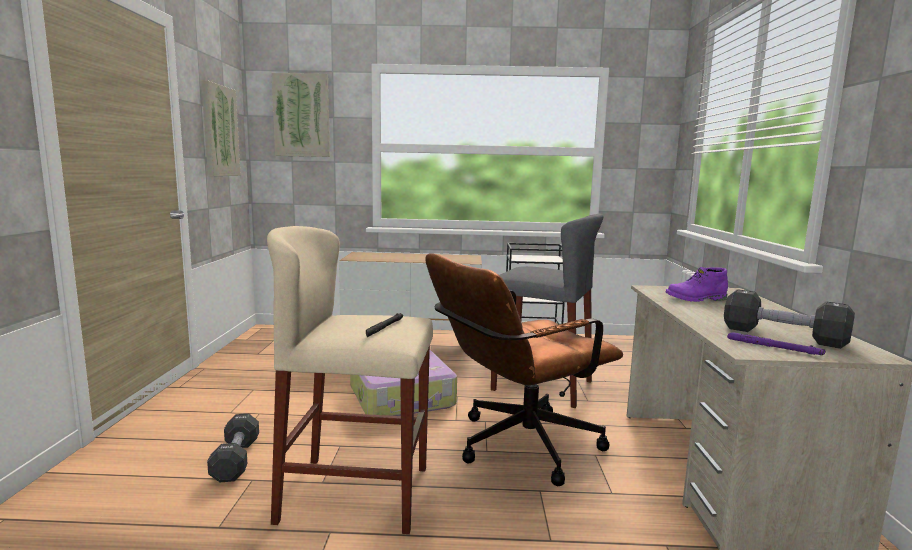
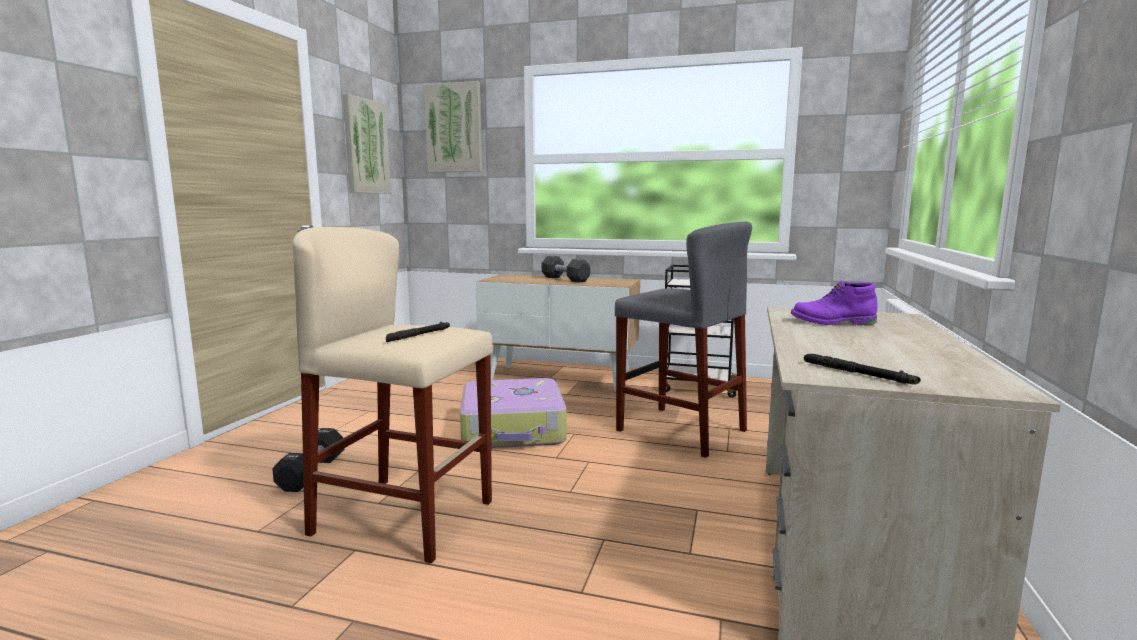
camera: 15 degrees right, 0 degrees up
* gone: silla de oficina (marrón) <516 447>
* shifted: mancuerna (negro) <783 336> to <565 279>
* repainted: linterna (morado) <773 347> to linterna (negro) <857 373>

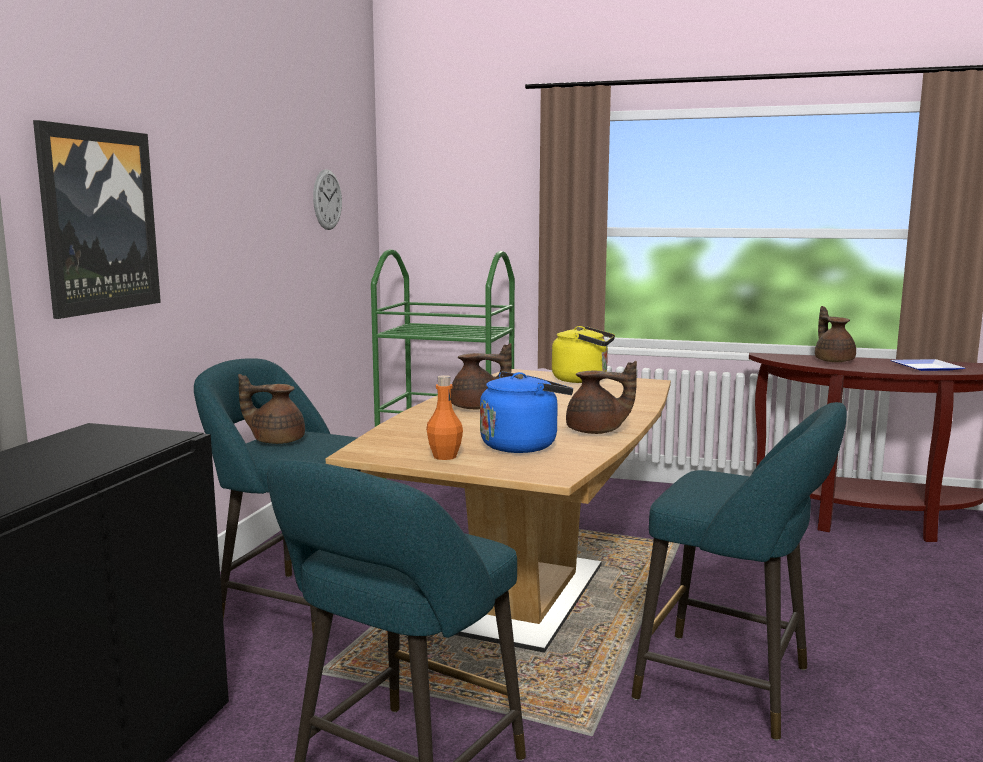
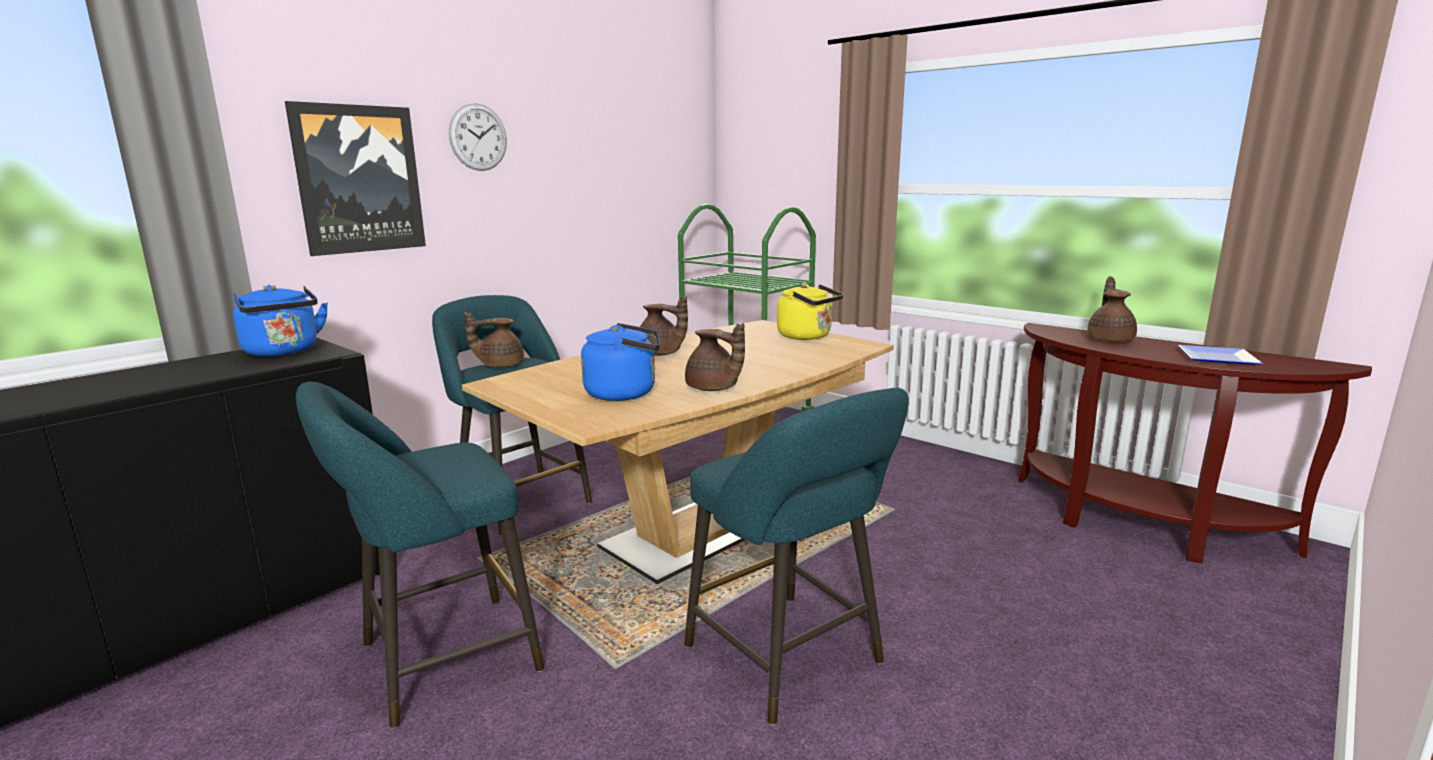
camera: 25 degrees right, 5 degrees up
* shifted: reloj de pared <327 199> to <478 137>
* rotated: tetera (marrón) <276 440> = <500 365> 45 degrees counterclockwise
* gone: botella (naranja) <444 456>
* new: hervidor (azul) <283 352>

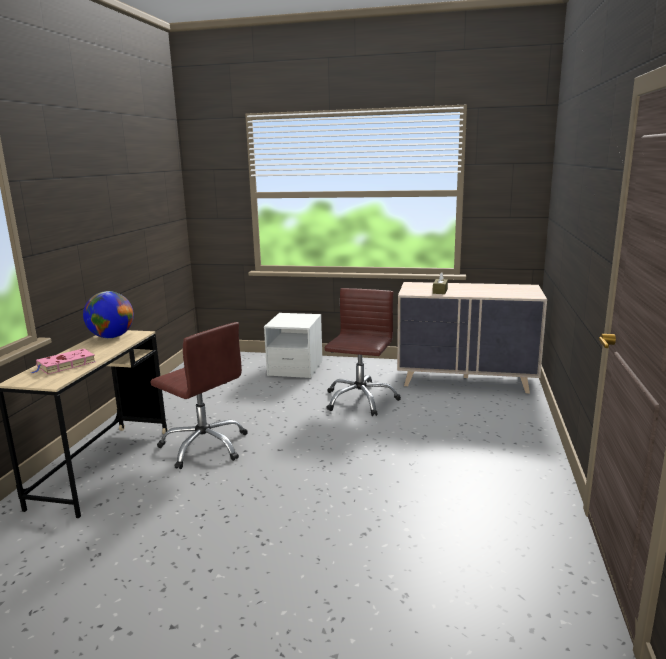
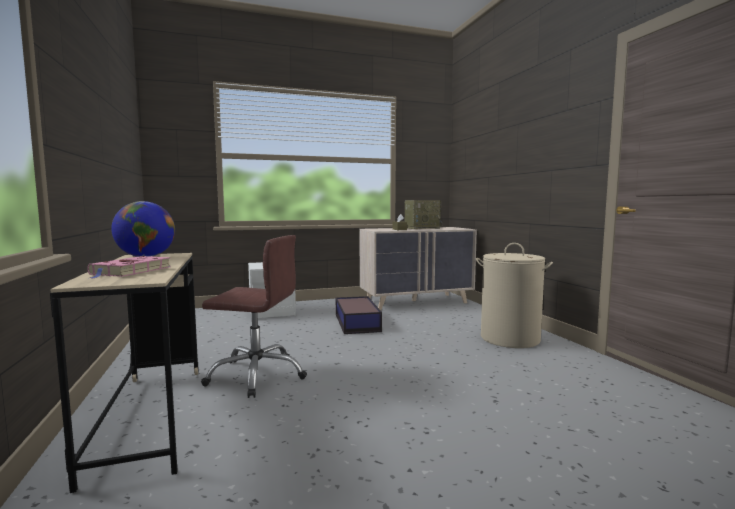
camera: 30 degrees left, 10 degrees down
* swapped: silla de oficina (marrón) <360 400> to caja de almacenaje <357 322>
* new: radio <422 228>
* new: cesto de la ropa (beis) <509 339>

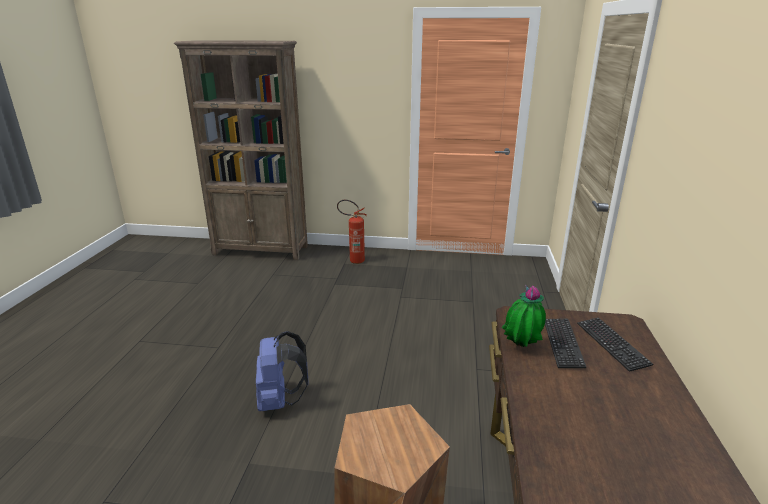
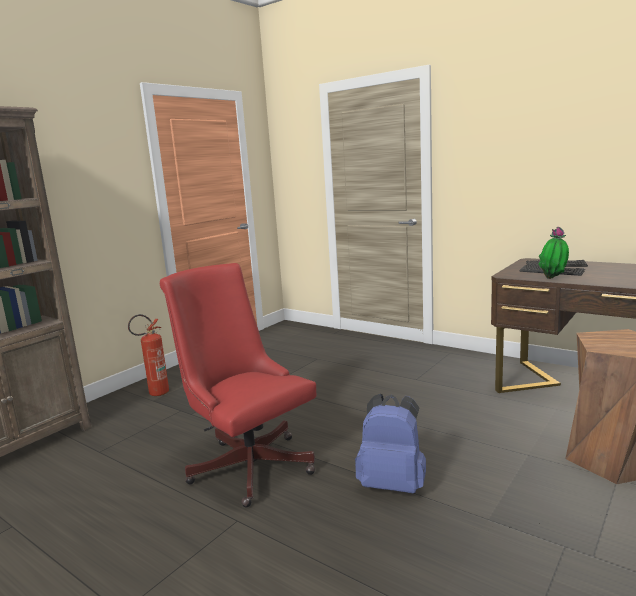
camera: 60 degrees left, 10 degrees down
* new: silla de oficina (rojo) <248 463>

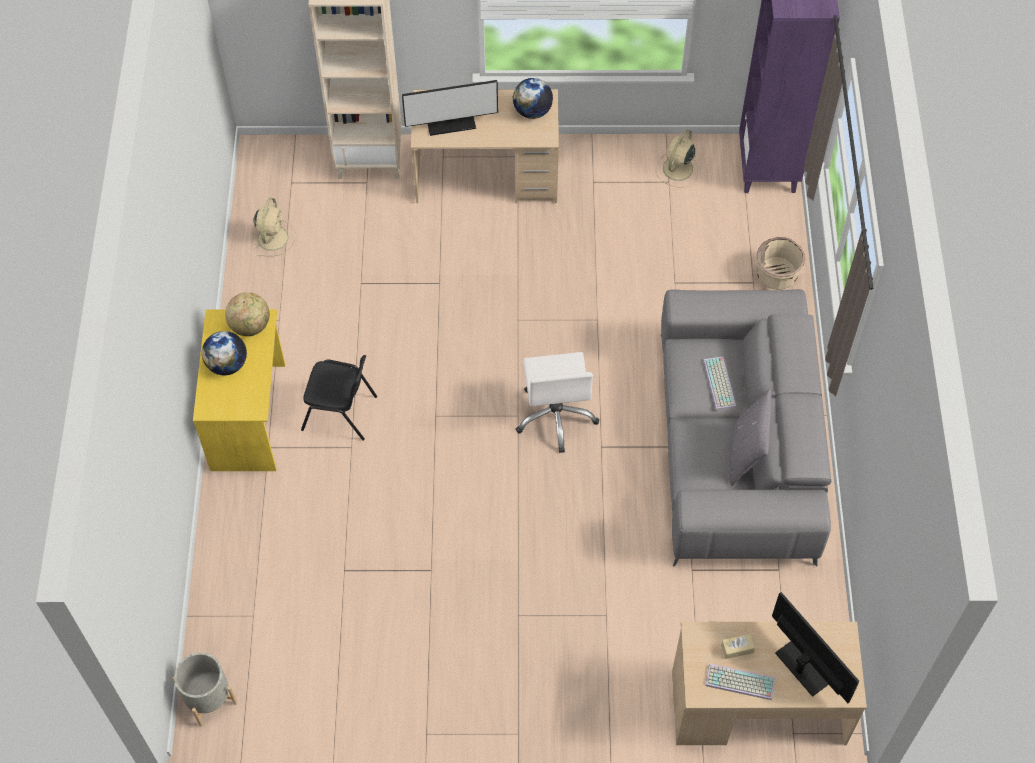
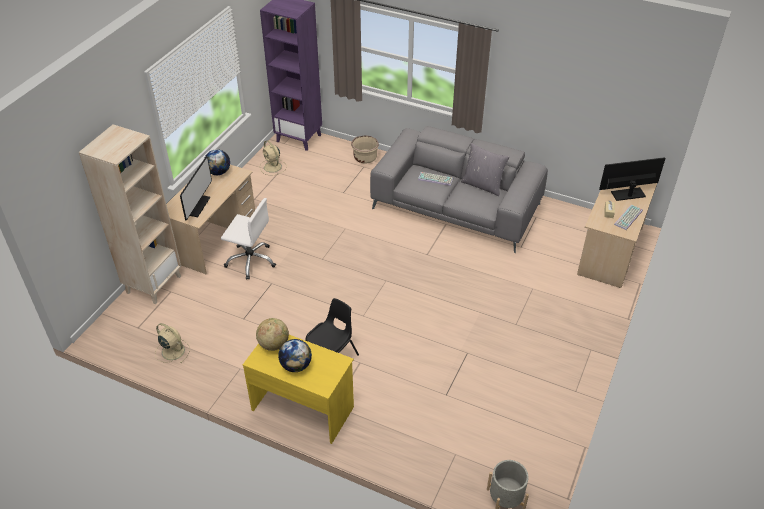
camera: 65 degrees left, 15 degrees down
* shifted: silla de oficina (blanco) <556 416> to <251 260>

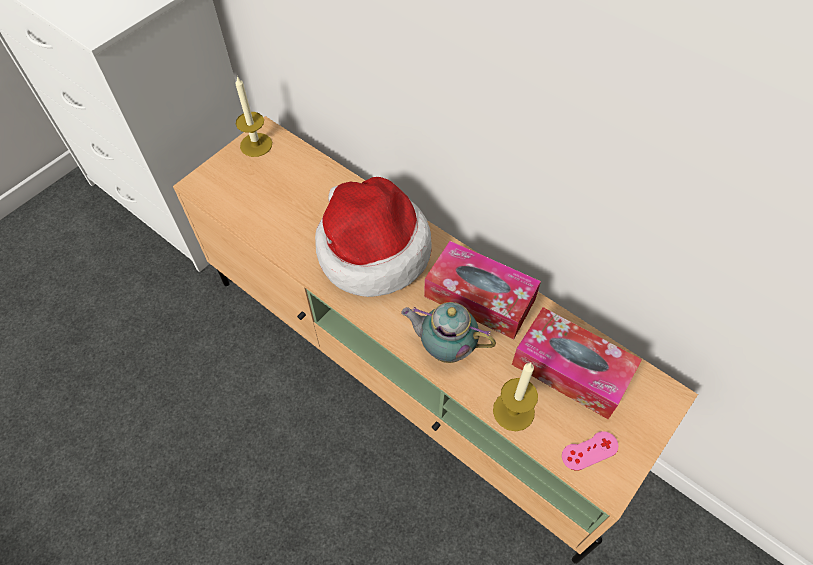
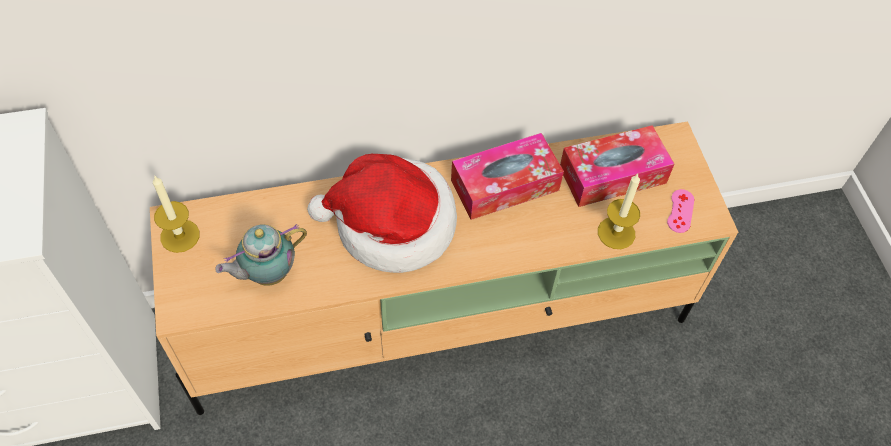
camera: 55 degrees left, 0 degrees up
* shifted: tetera <445 348> to <267 273>

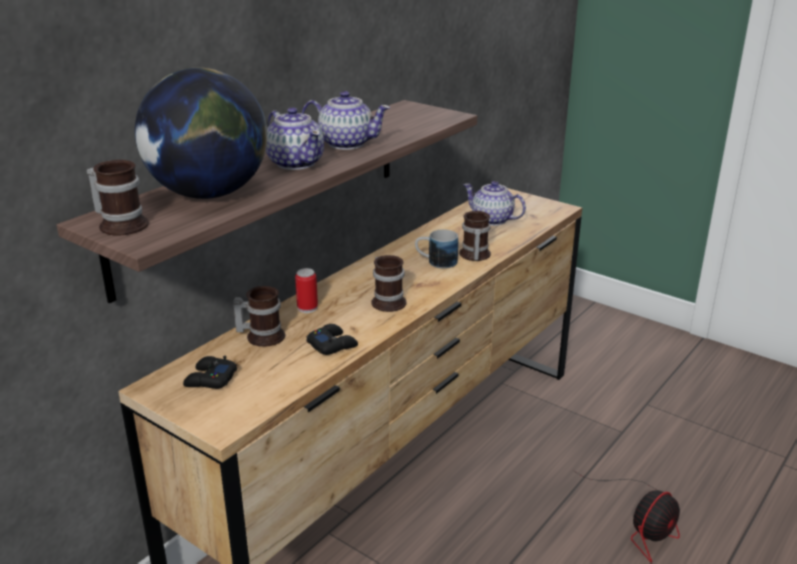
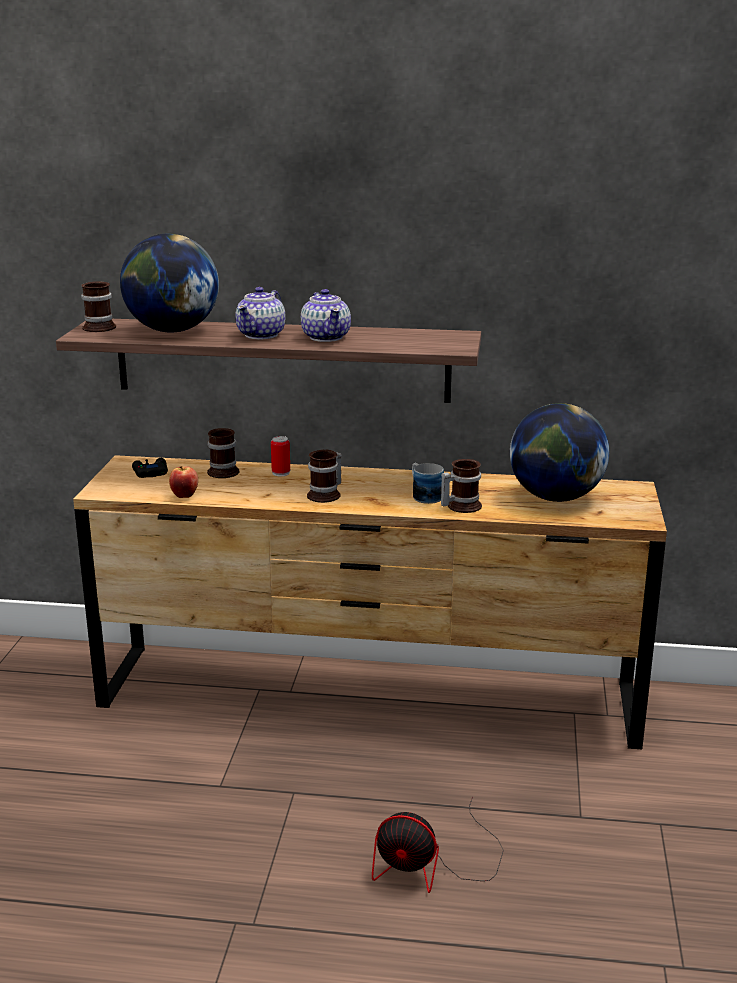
camera: 60 degrees right, 5 degrees down
* swapped: tetera <492 220> to globo terráqueo <555 497>
* gone: mando de consola (negro) <332 345>
* new: manzana <185 495>

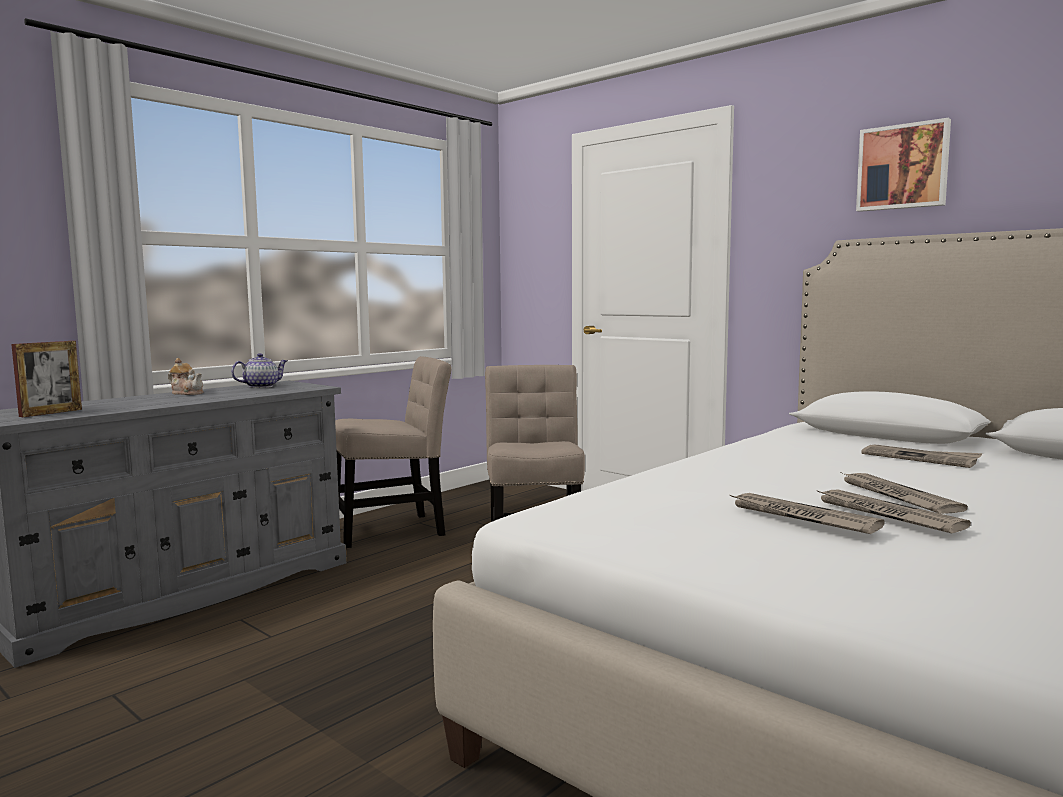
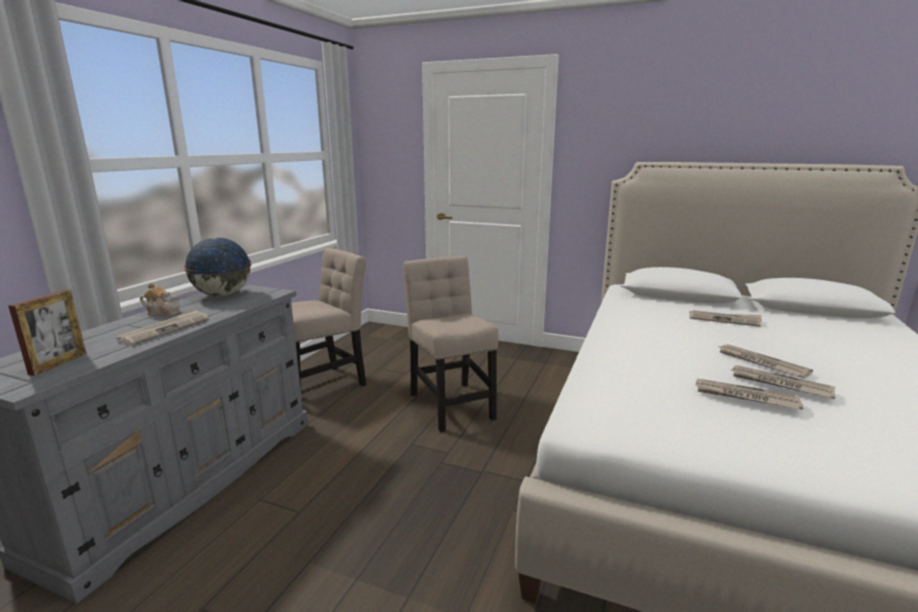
camera: 20 degrees left, 10 degrees up
* gone: cuadro <903 167>
* swapped: tetera <261 386> to globo terráqueo <222 295>
* new: periódico <165 329>

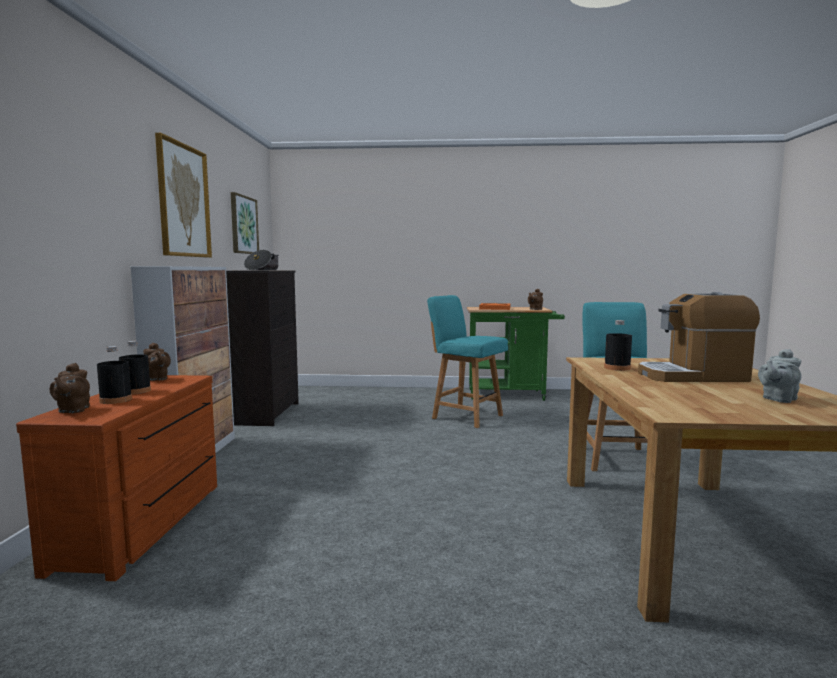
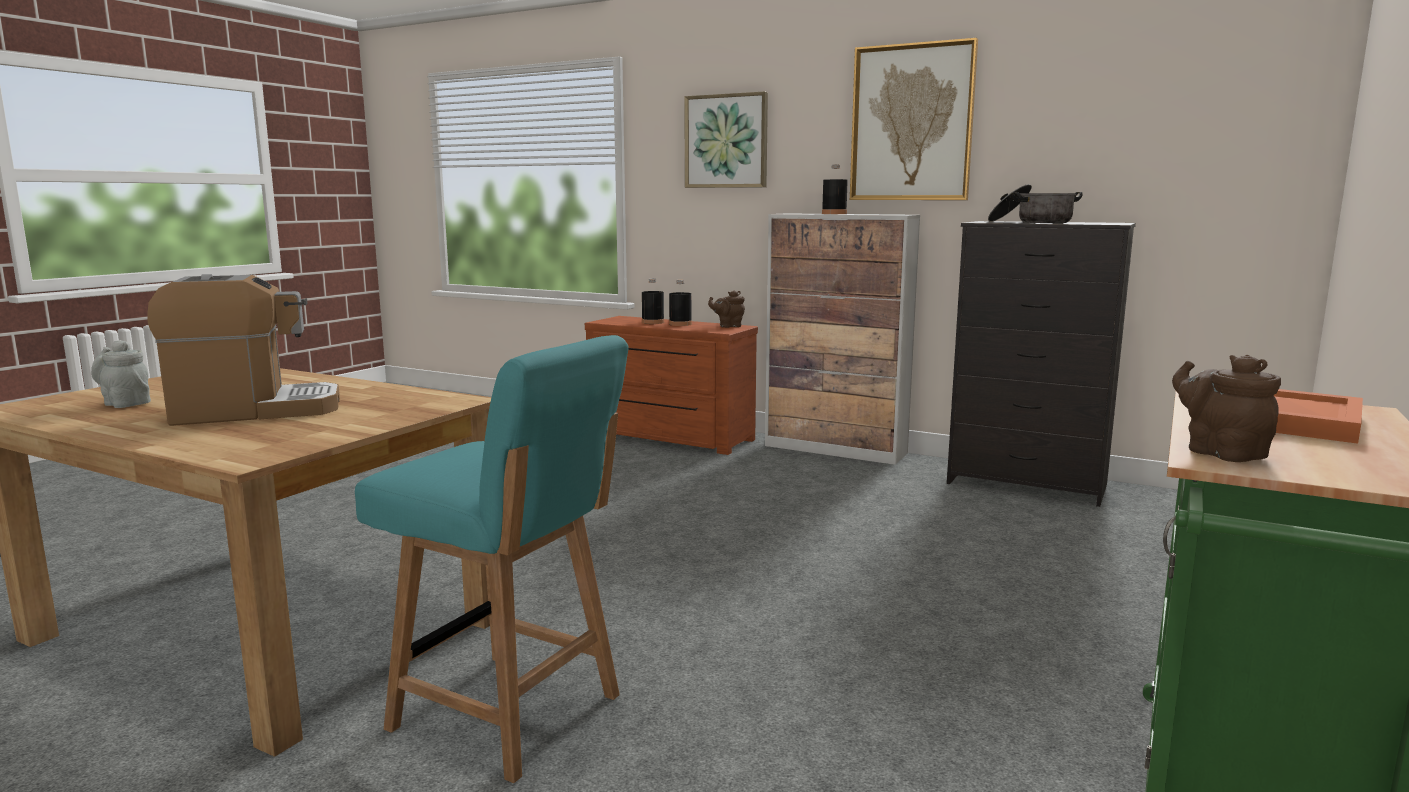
camera: 115 degrees right, 5 degrees up
* shifted: cuadro <243 225> to <726 141>
* rotated: cafetera <692 376> = <255 410> 45 degrees clockwise
* gone: silla (turquesa) <466 416>
* shifted: botella (negro) <617 368> to <834 214>
* rotated: tetera (gris) <778 399> = <125 403> 45 degrees counterclockwise
* gone: tetera (marrón) <73 410>

